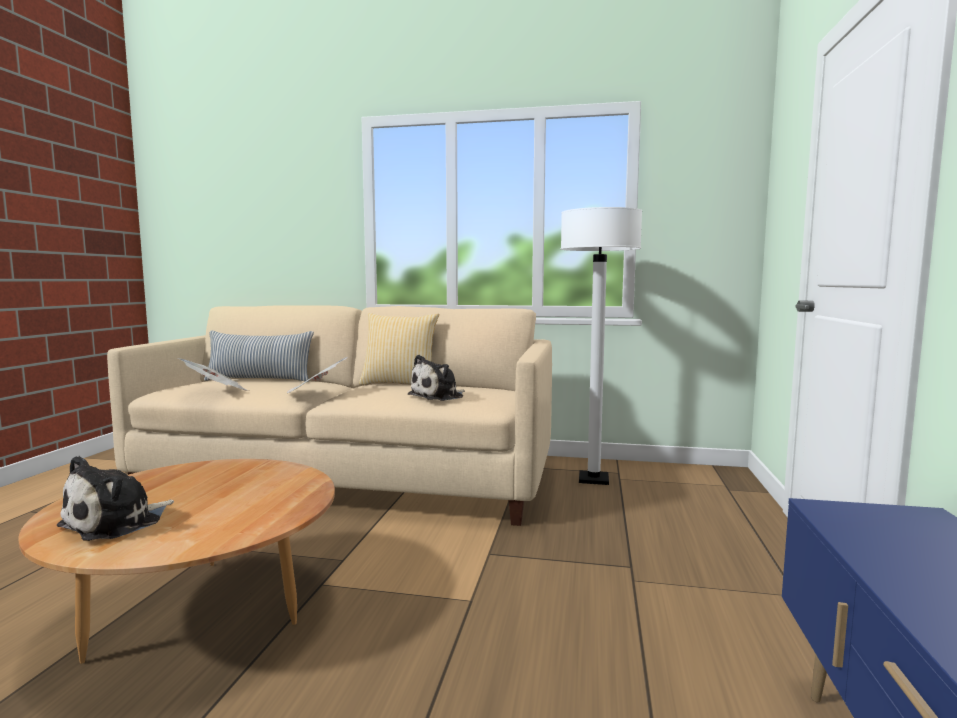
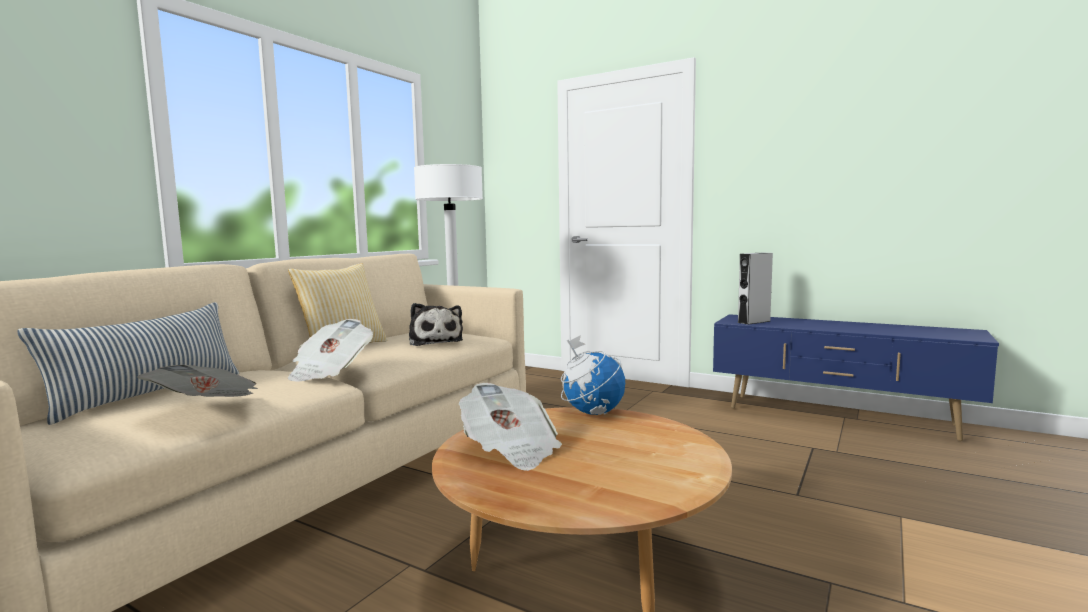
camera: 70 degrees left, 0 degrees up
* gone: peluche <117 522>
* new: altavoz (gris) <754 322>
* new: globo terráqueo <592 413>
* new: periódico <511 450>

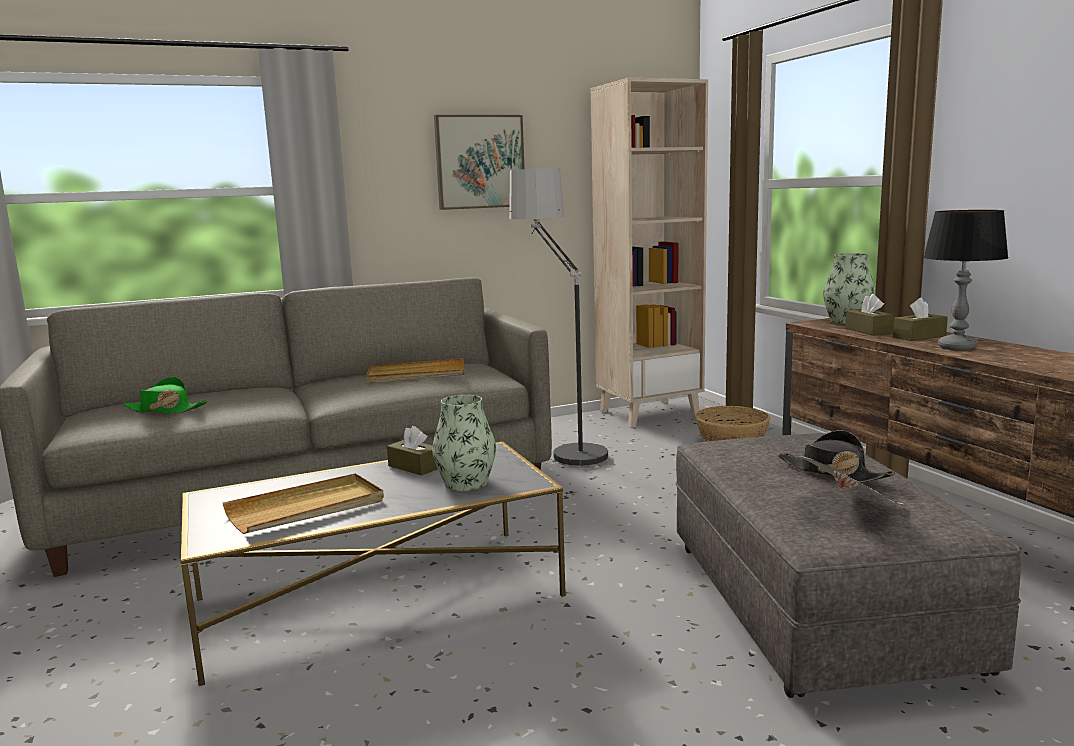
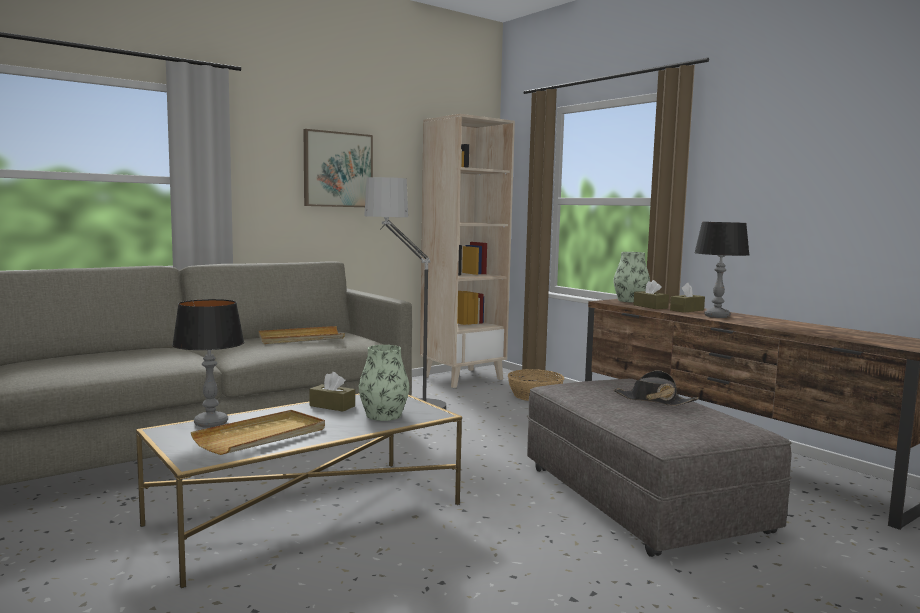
camera: 15 degrees left, 5 degrees down
* gone: sombrero (verde) <165 410>
* gone: periódico <847 507>
* new: lámpara de mesa <210 423>

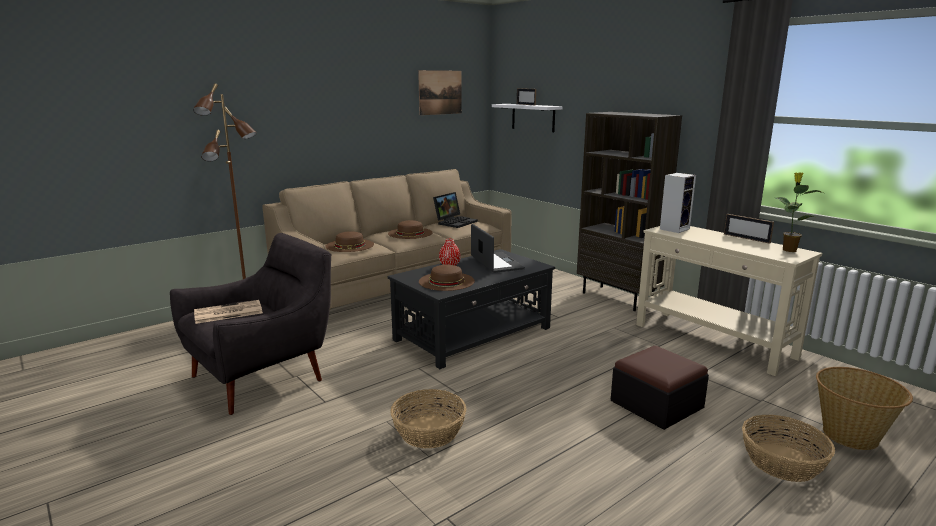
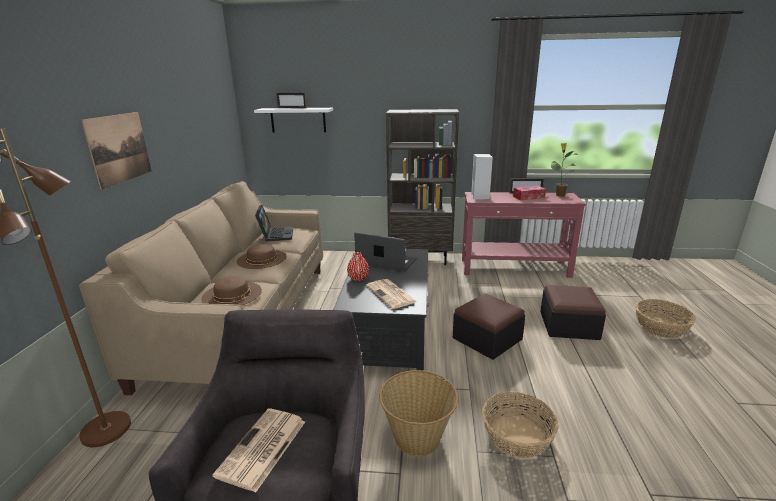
camera: 45 degrees left, 5 degrees up
* shifted: cuadro <440 92> to <119 148>
* repainted: mesa consola (beis) <713 341> to mesa consola (rojo) <515 268>
* swapped: sombrero (marrón) <446 281> to periódico <391 294>
* shifted: cesta <851 435> to <418 437>
* new: caja de pañuelos <528 197>
* new: puf <487 339>

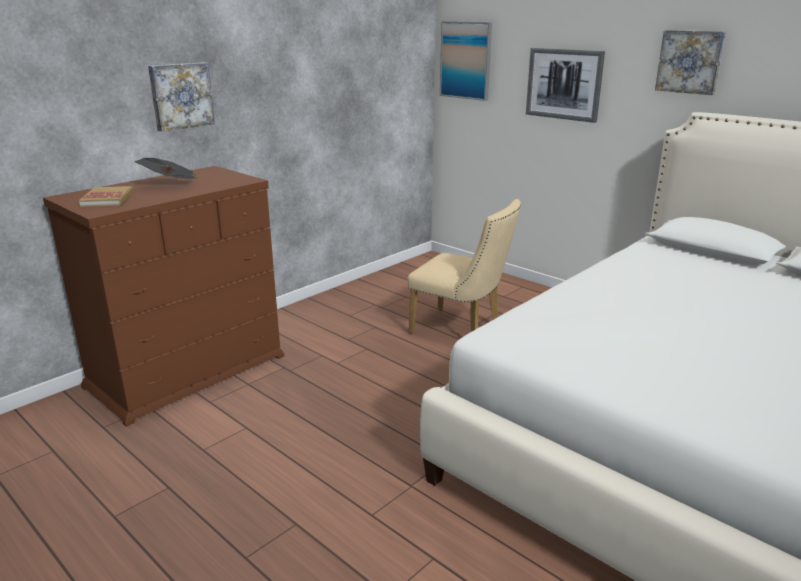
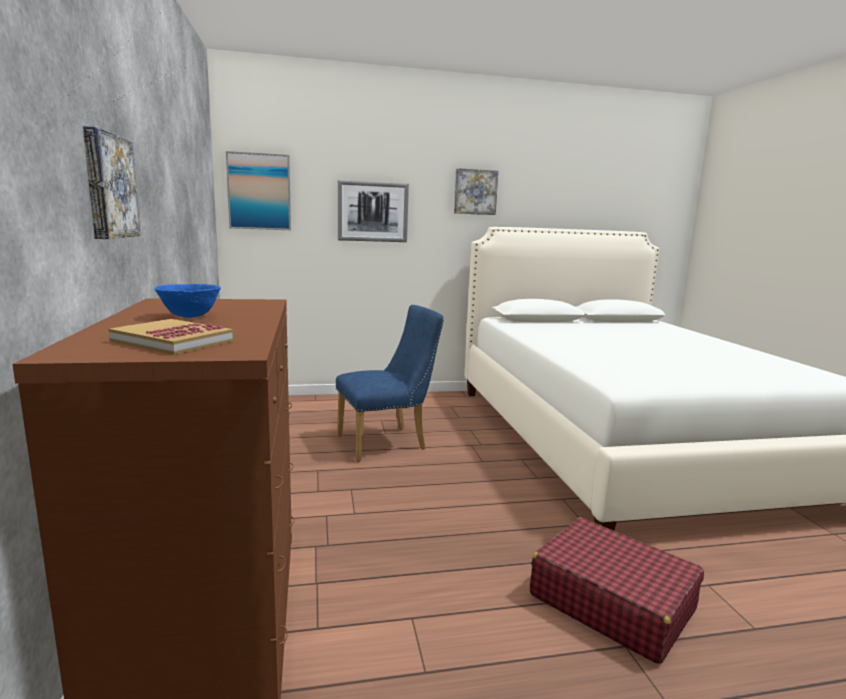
camera: 55 degrees left, 10 degrees down
* swapped: periódico <171 184> to cuenco (azul) <189 316>
* repainted: silla (beis) <462 330> to silla (azul) <388 442>
* new: maleta (rojo) <611 602>

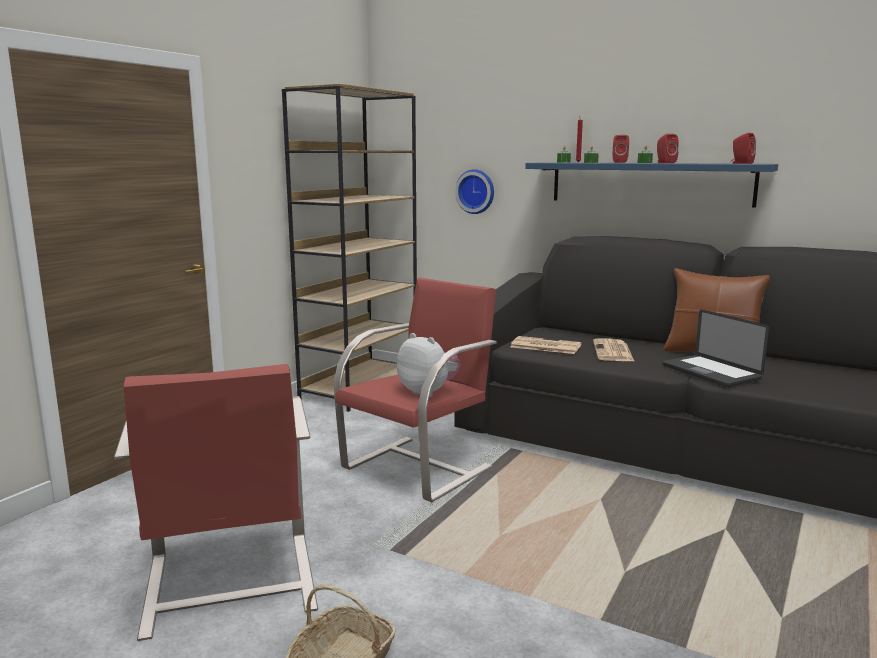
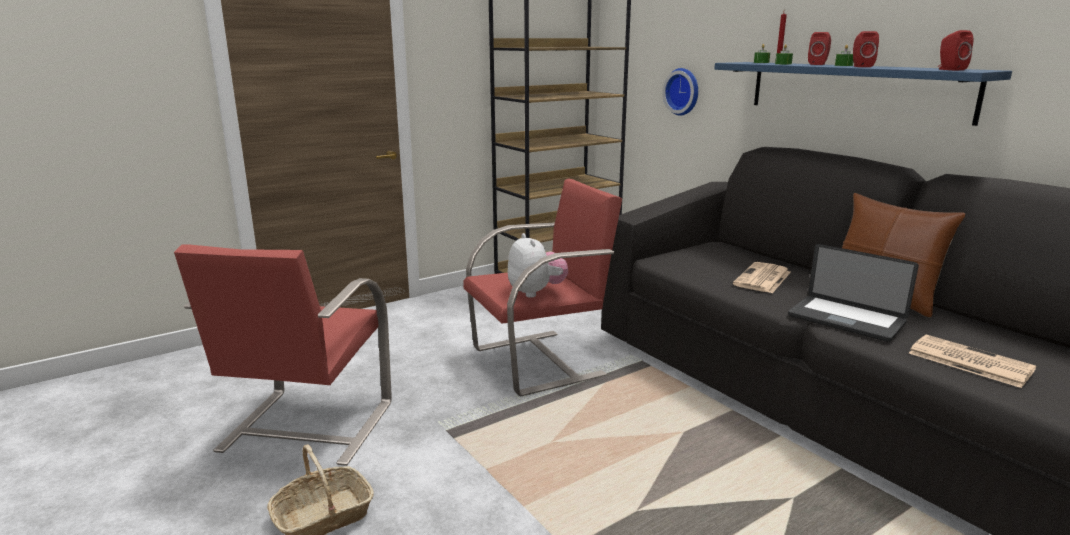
camera: 25 degrees right, 5 degrees up
* rotated: portátil <710 372> = <846 320> 45 degrees counterclockwise
* shifted: periódico <544 346> to <968 361>

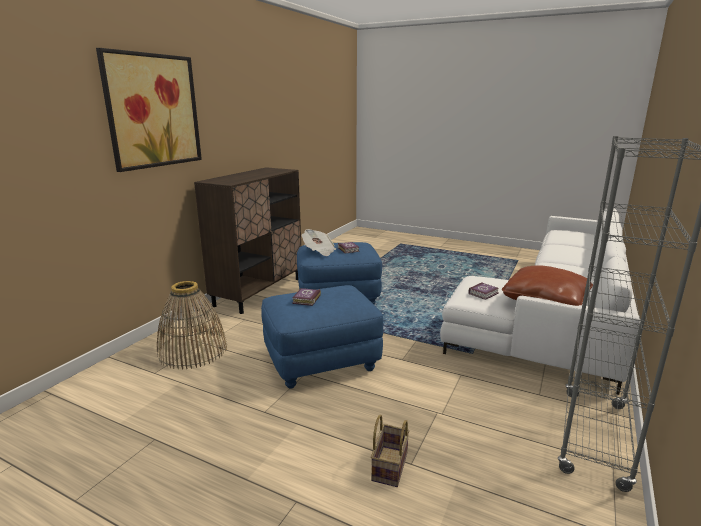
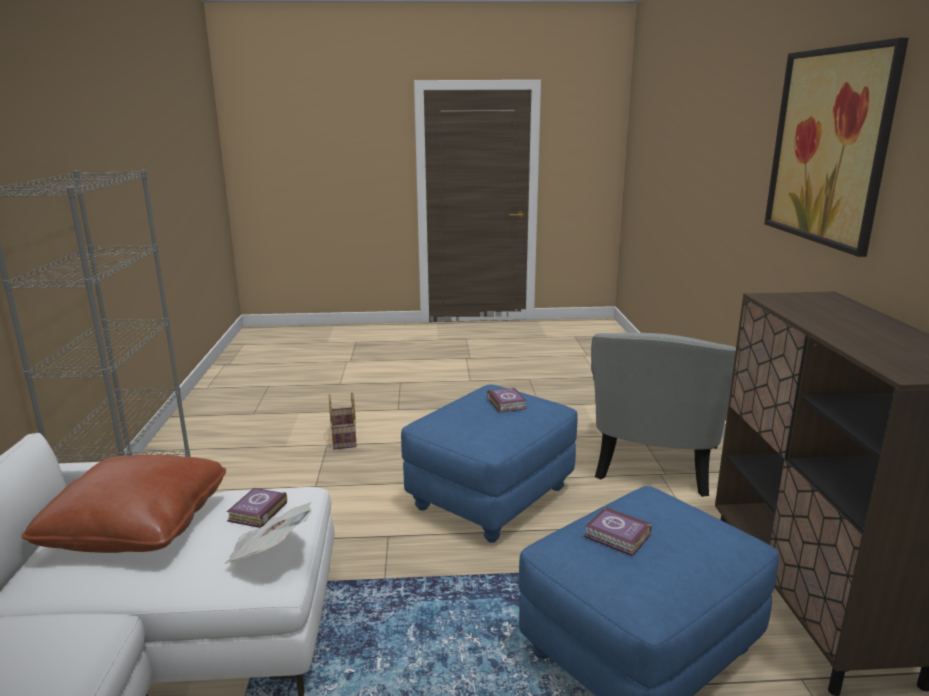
camera: 150 degrees right, 0 degrees up
* shifted: periódico <319 251> to <270 552>
* swapped: cesta <193 351> to sillón (gris) <654 462>

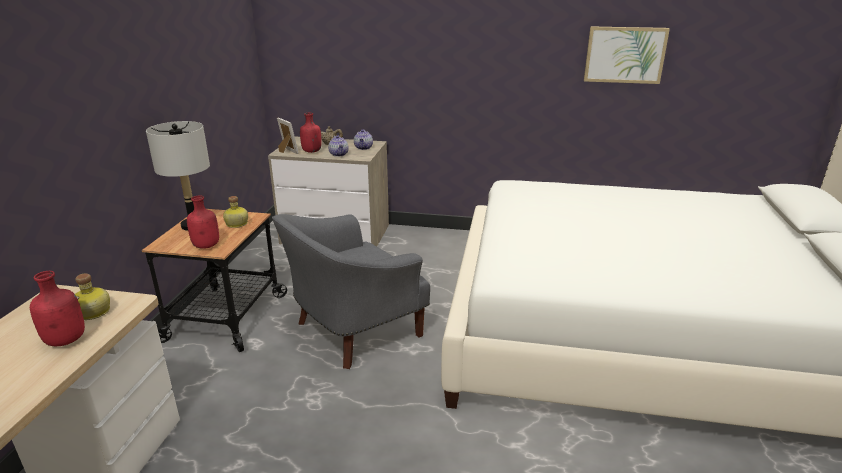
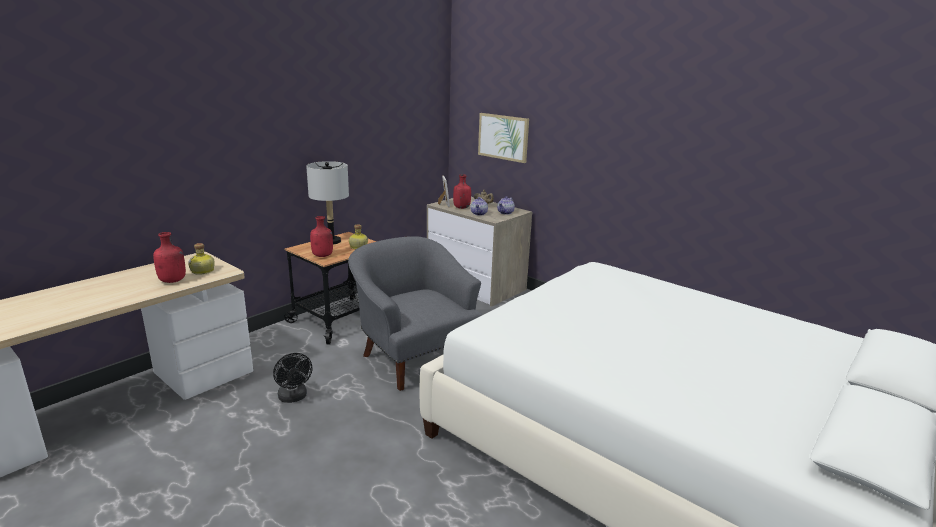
camera: 30 degrees right, 5 degrees down
* shifted: cuadro <624 55> to <503 137>
* rotated: sillón (gris) <353 331> = <415 357> 60 degrees clockwise
* new: ventilador (negro) <294 398>

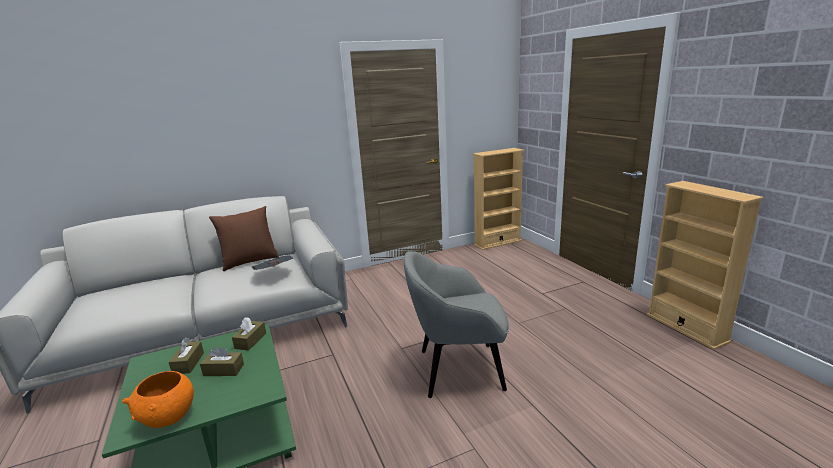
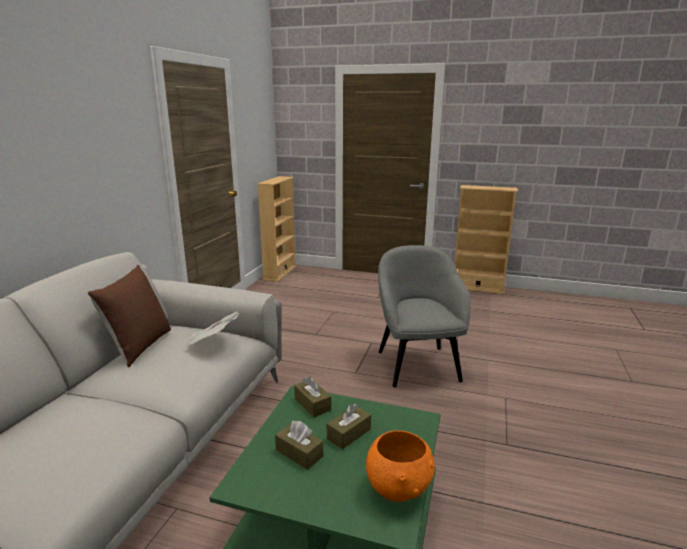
camera: 50 degrees left, 0 degrees up
* rotated: sillón (gris) <458 369> = <417 364> 135 degrees clockwise

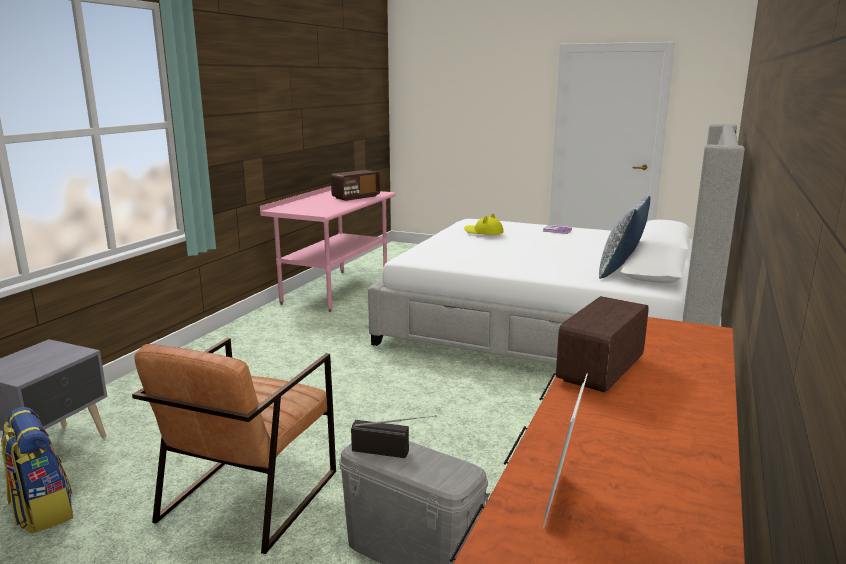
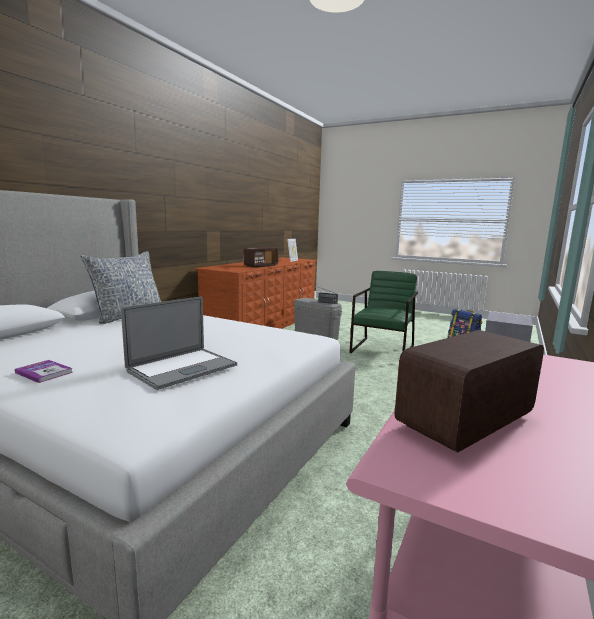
camera: 175 degrees left, 5 degrees down
* swapped: sombrero (amarillo) <483 232> to portátil <182 368>
* repainted: sillón (marrón) <248 495> to sillón (verde) <383 349>

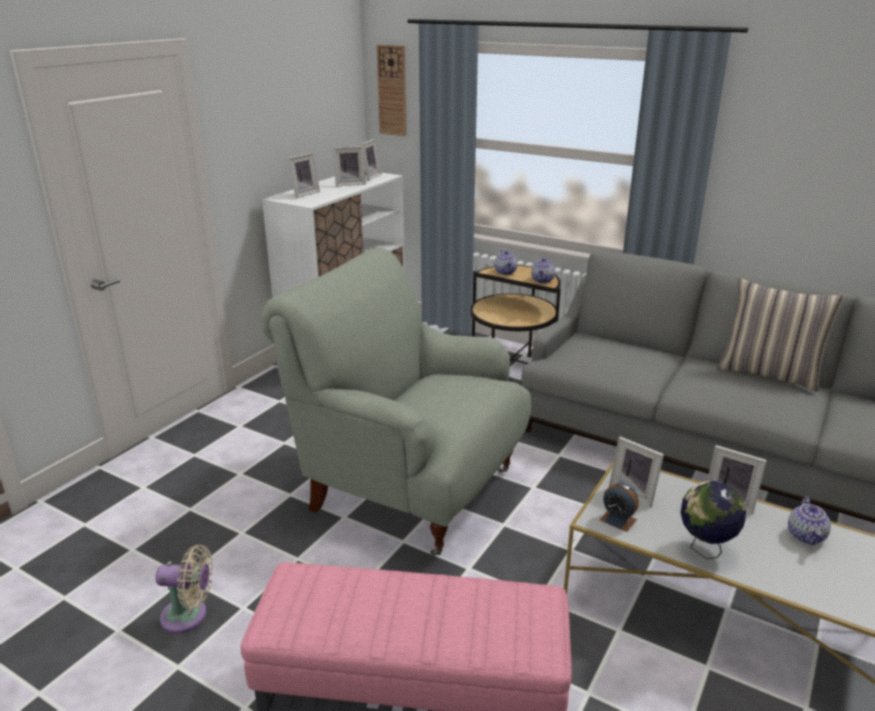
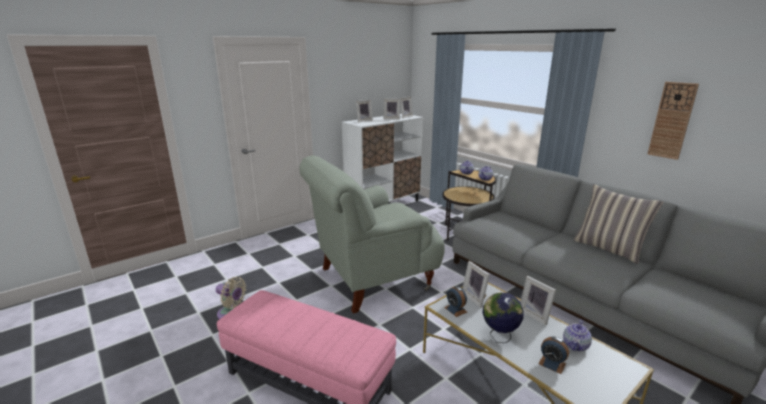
camera: 20 degrees right, 5 degrees down
* shifted: reloj de pared <392 90> to <672 120>
* rotated: sillón (gris) <409 489> = <372 279> 75 degrees counterclockwise
* new: despertador <552 363>

